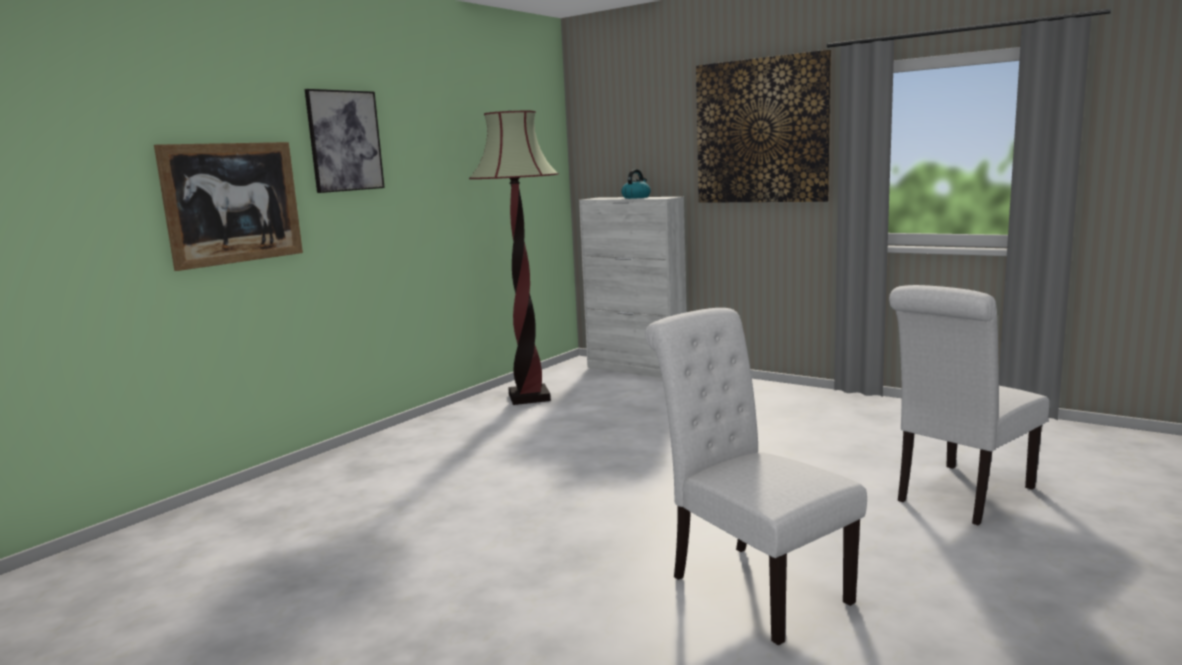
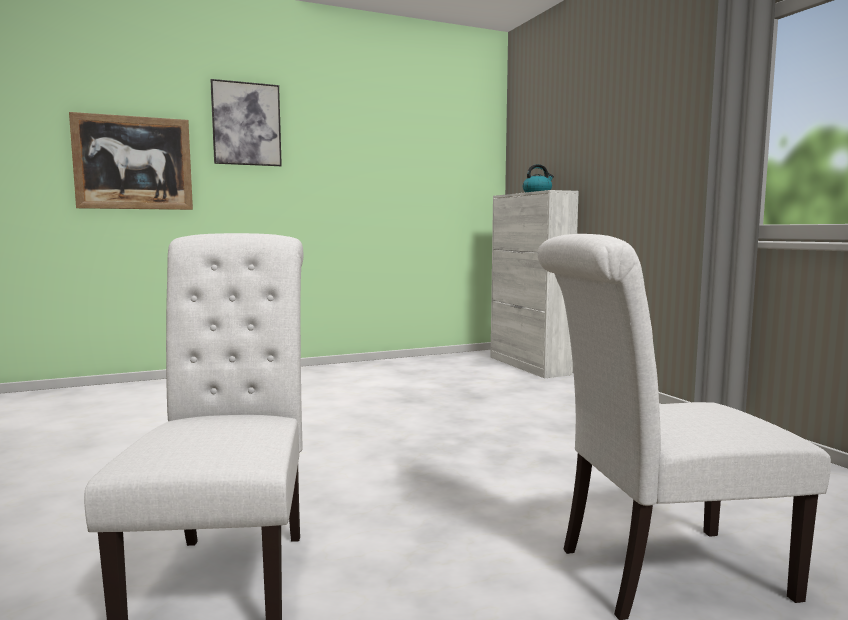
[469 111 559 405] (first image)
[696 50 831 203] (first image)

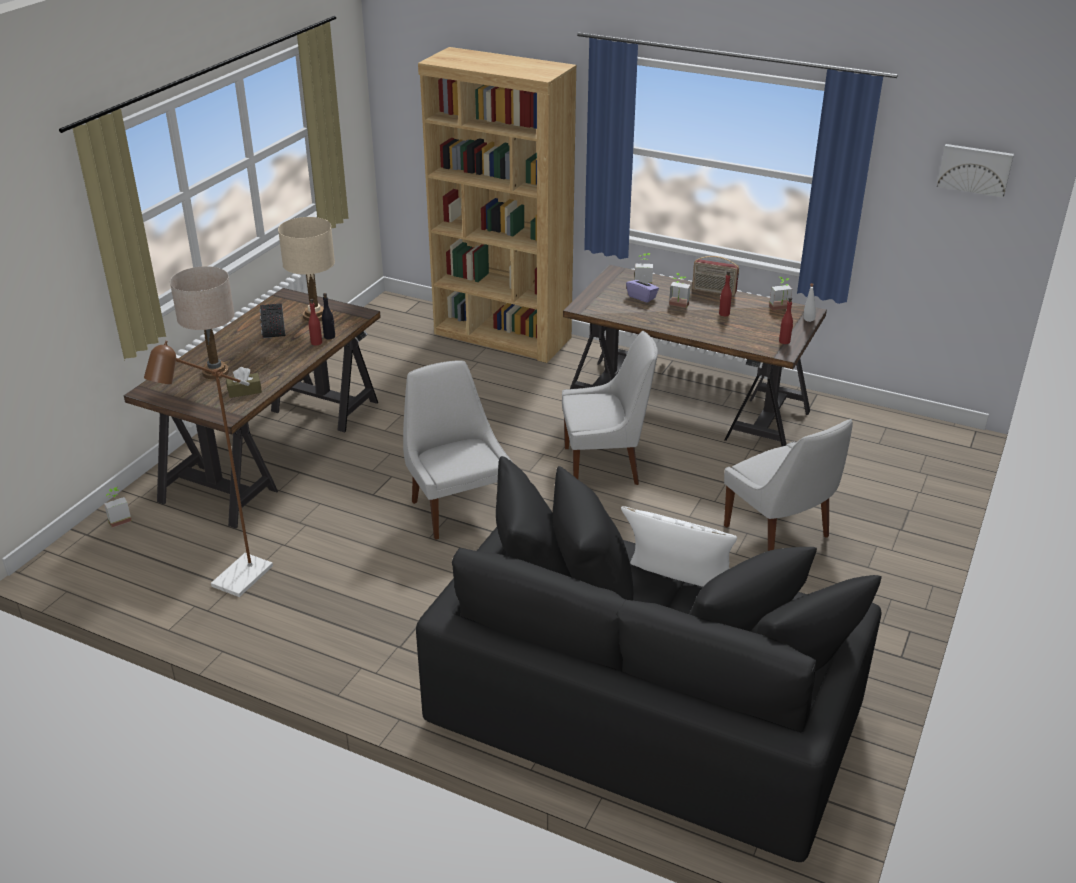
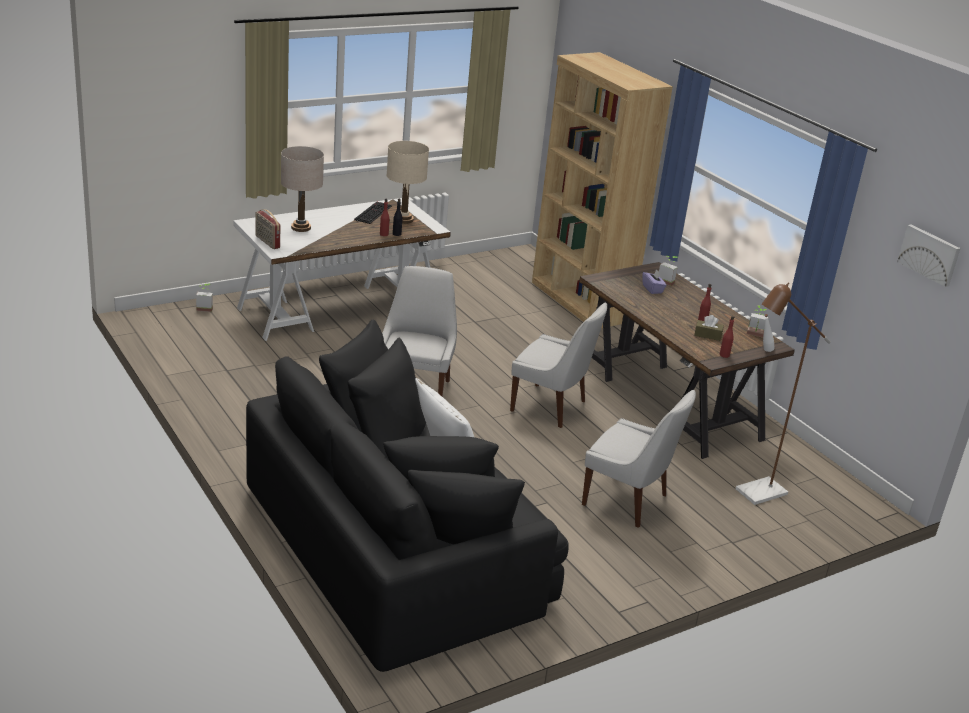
[233 198 451 341]
[736 283 831 505]
[694 315 724 341]
[669 273 691 308] (first image)
[255 209 280 249]
[582 390 696 528]

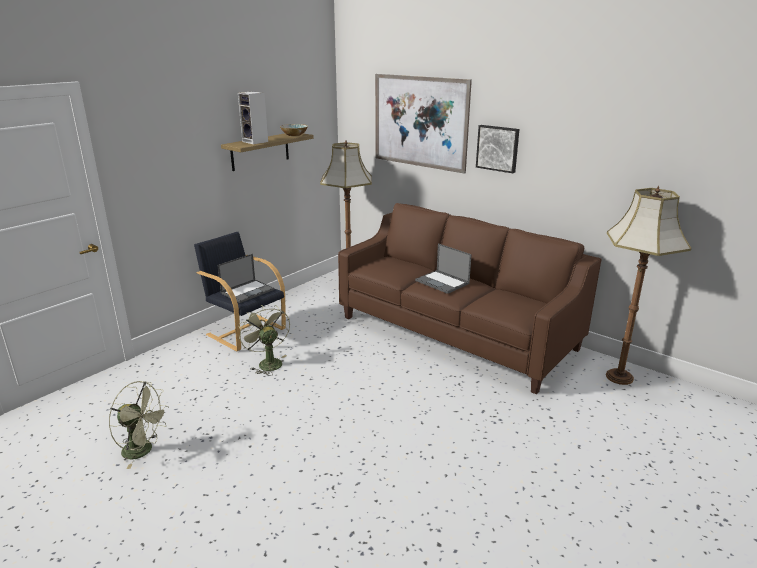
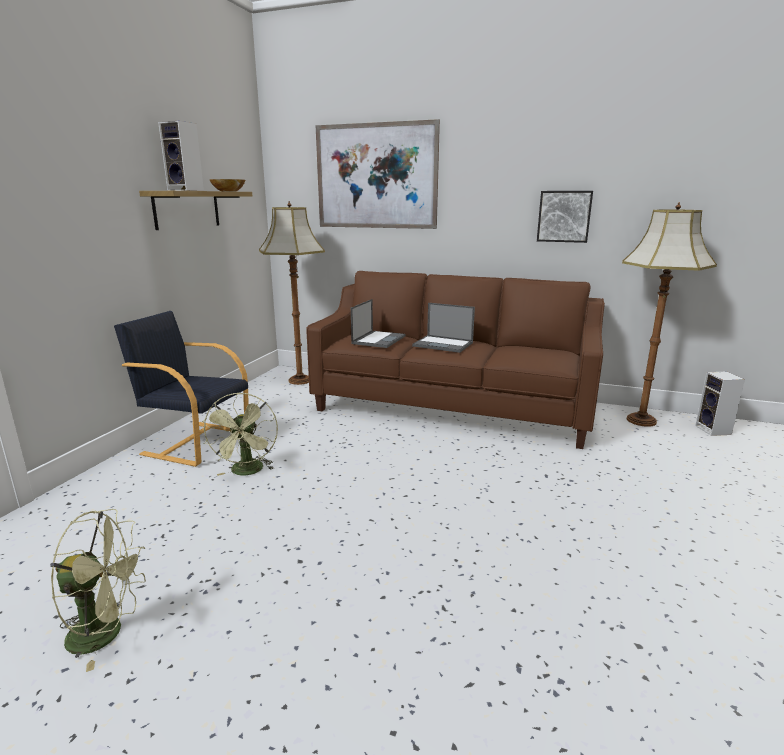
[351 299 405 348]
[202 393 278 476]
[537 191 593 243]
[695 371 745 436]

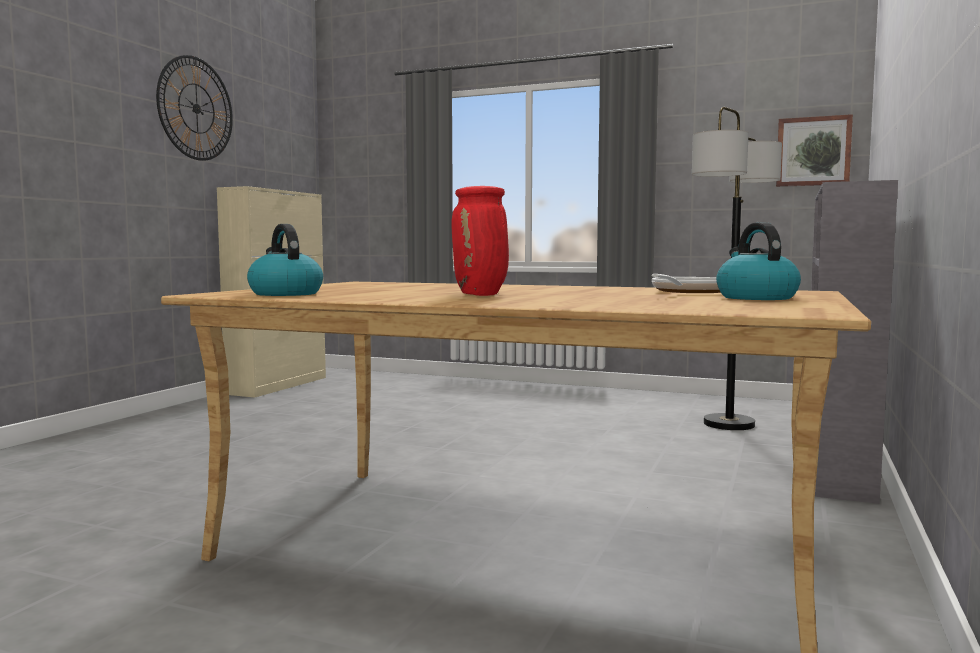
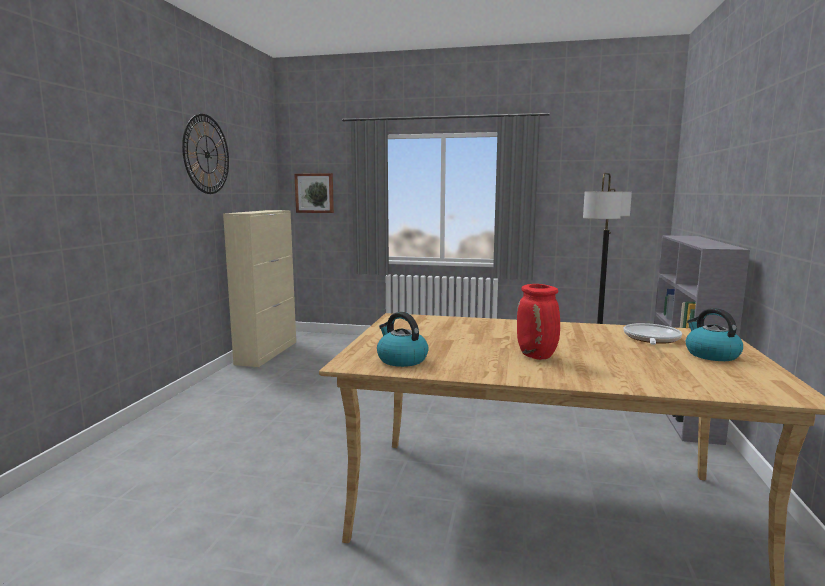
[294 173 334 213]

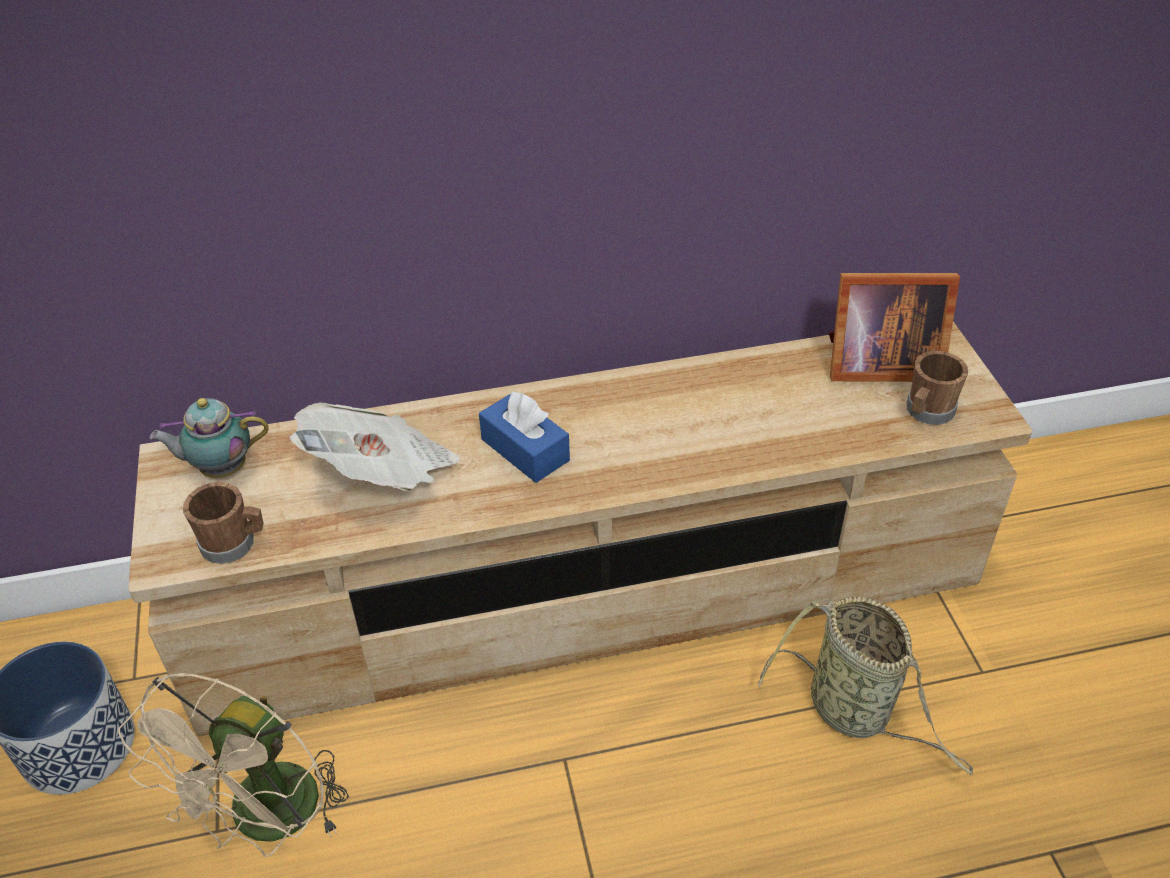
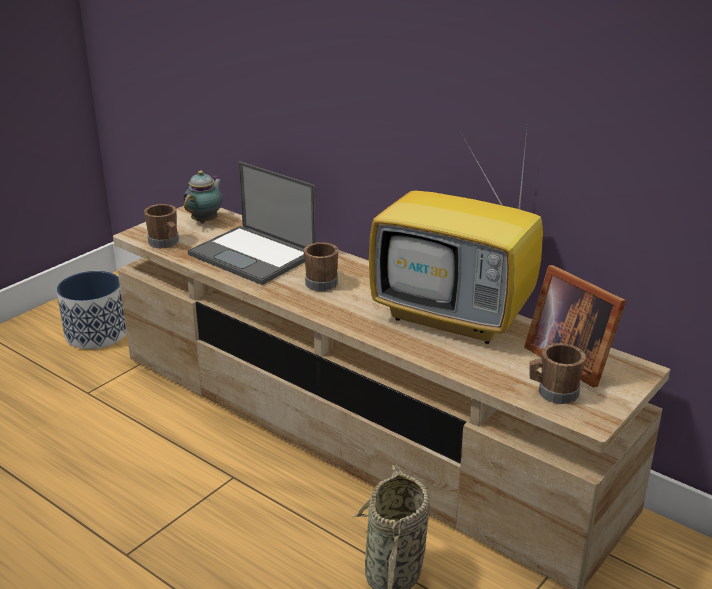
[118 673 349 857] (first image)
[183 170 223 223]
[188 161 317 285]
[304 242 338 291]
[369 130 543 344]

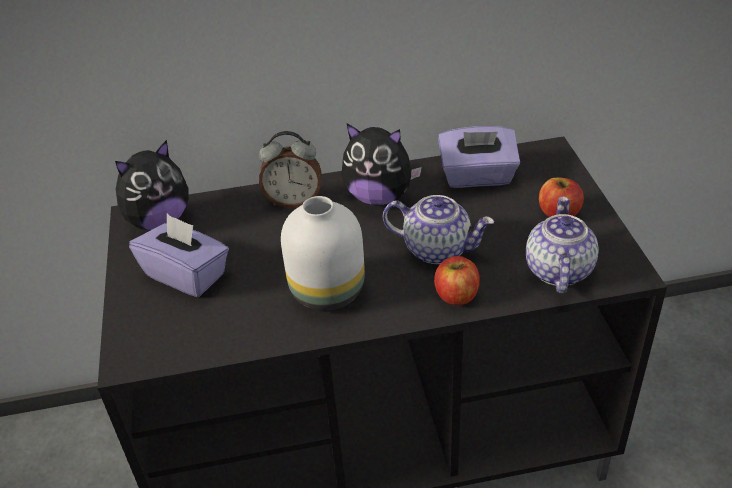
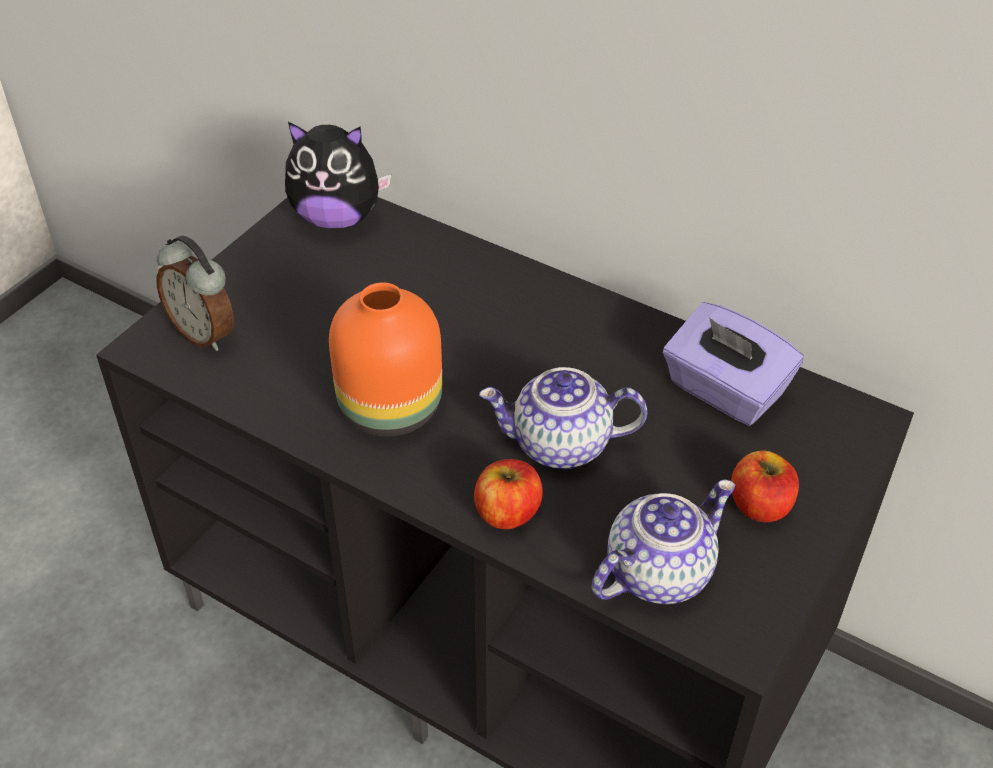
[129 214 229 297] (first image)
[157 235 234 351]
[329 282 442 437]
[341 124 422 205] (first image)
[479 367 647 469]

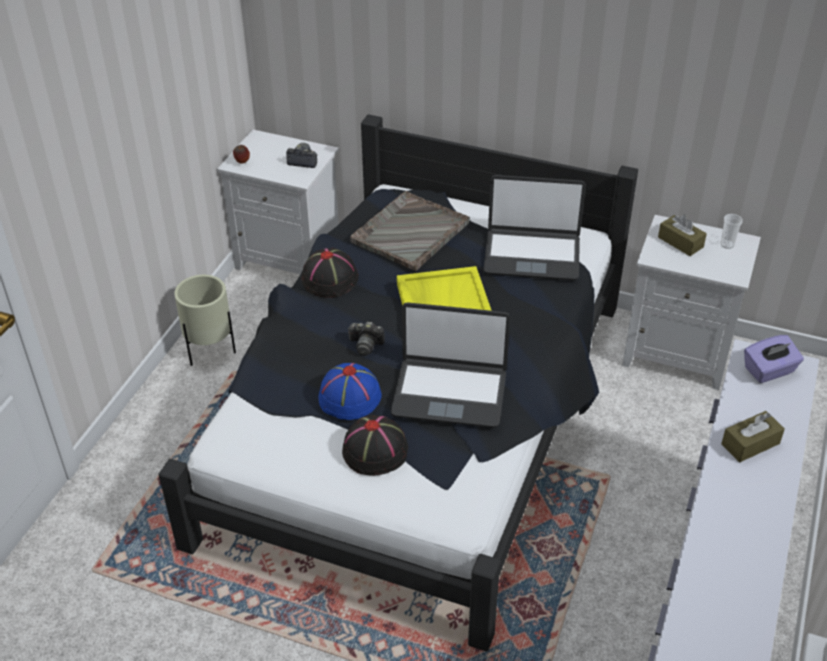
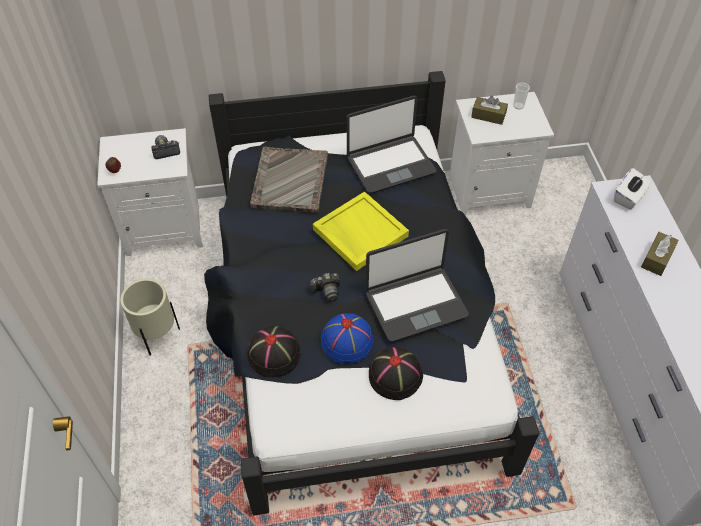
[247 326 300 378]
[614 168 652 210]

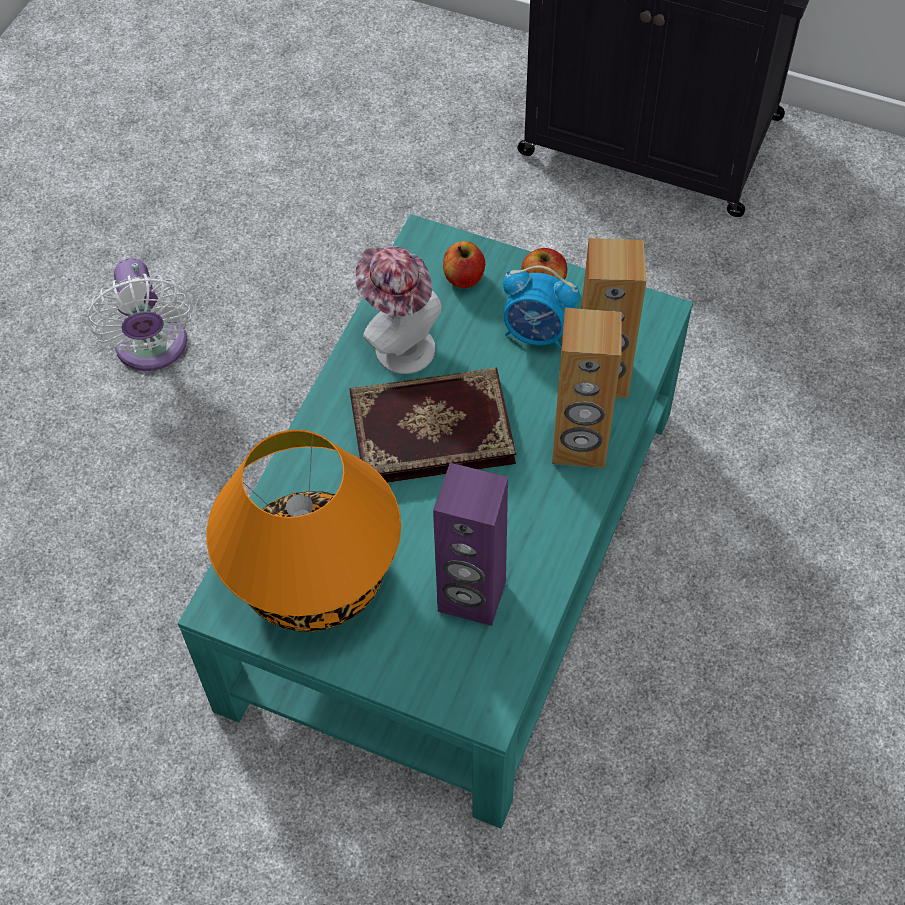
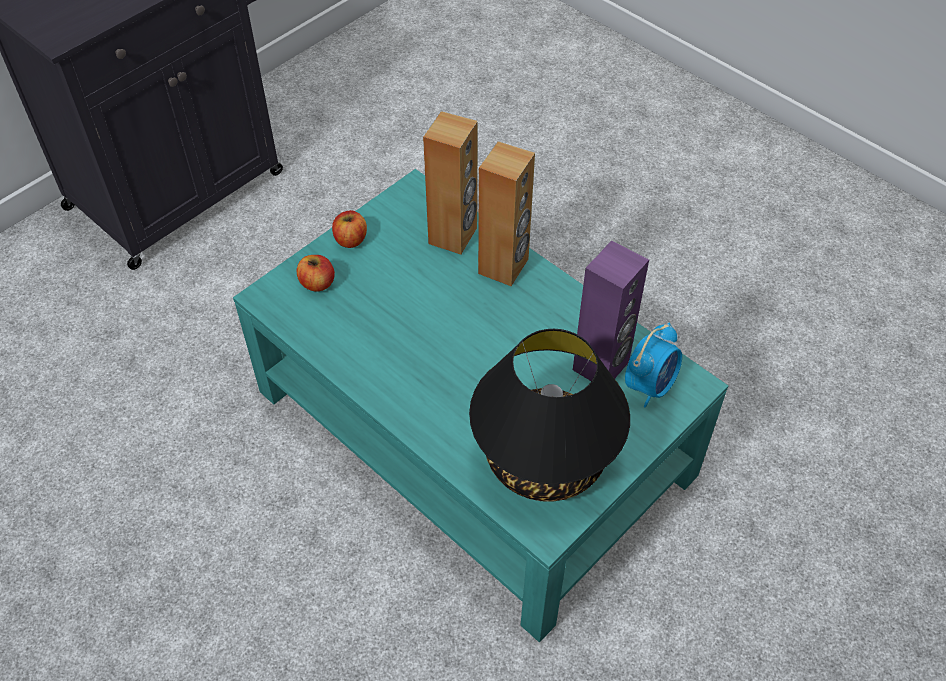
[87 258 193 371] (first image)
[469 329 630 502]
[349 368 516 483] (first image)
[356 246 442 374] (first image)
[625 323 682 408]

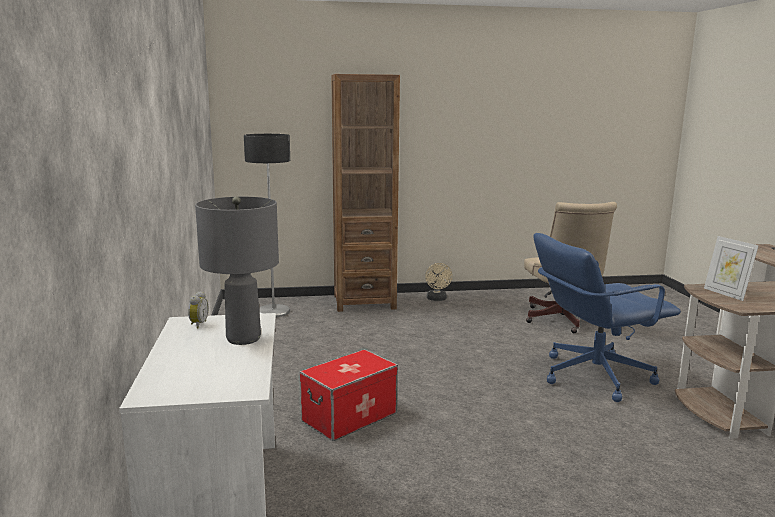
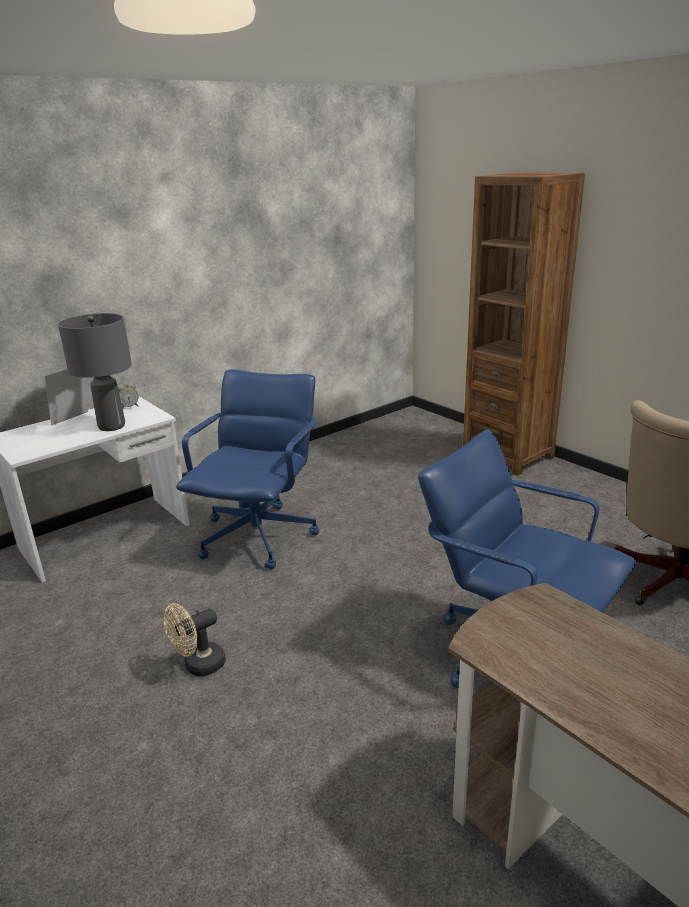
[244 134 290 318] (first image)
[176 370 320 569]
[164 603 226 676]
[45 369 88 426]

